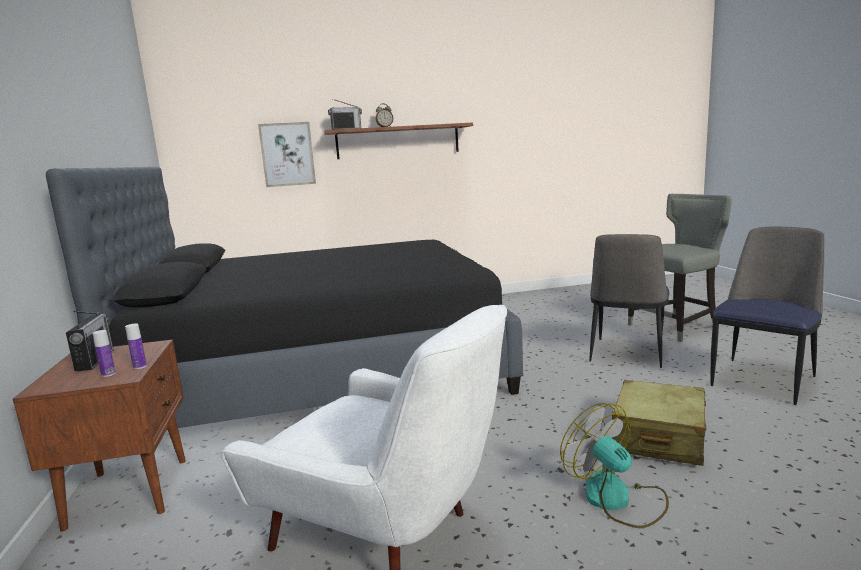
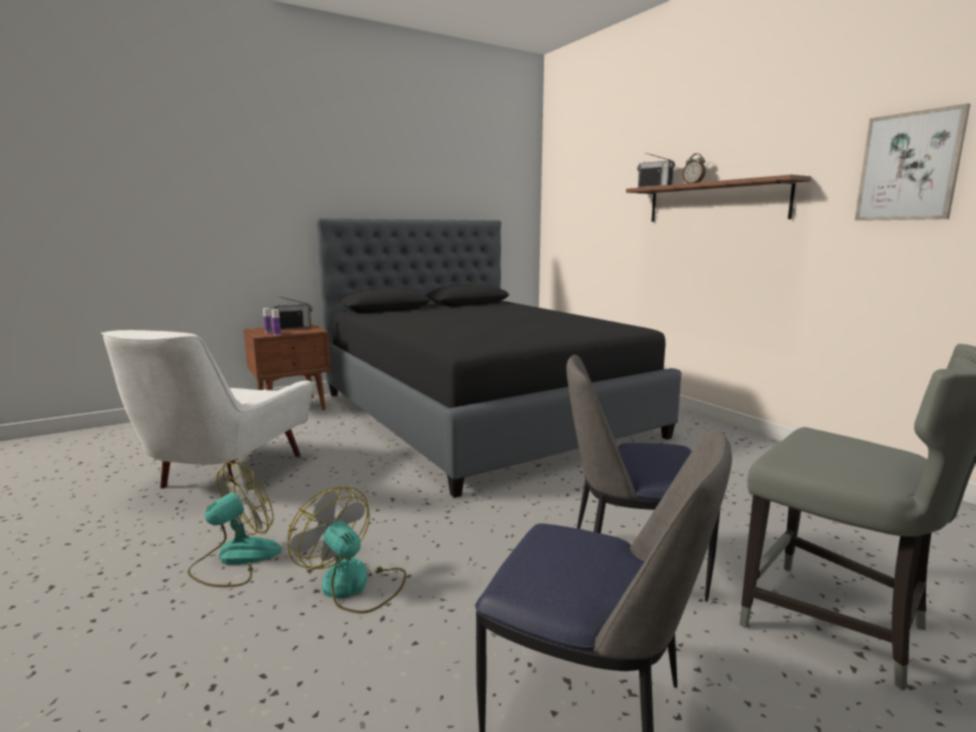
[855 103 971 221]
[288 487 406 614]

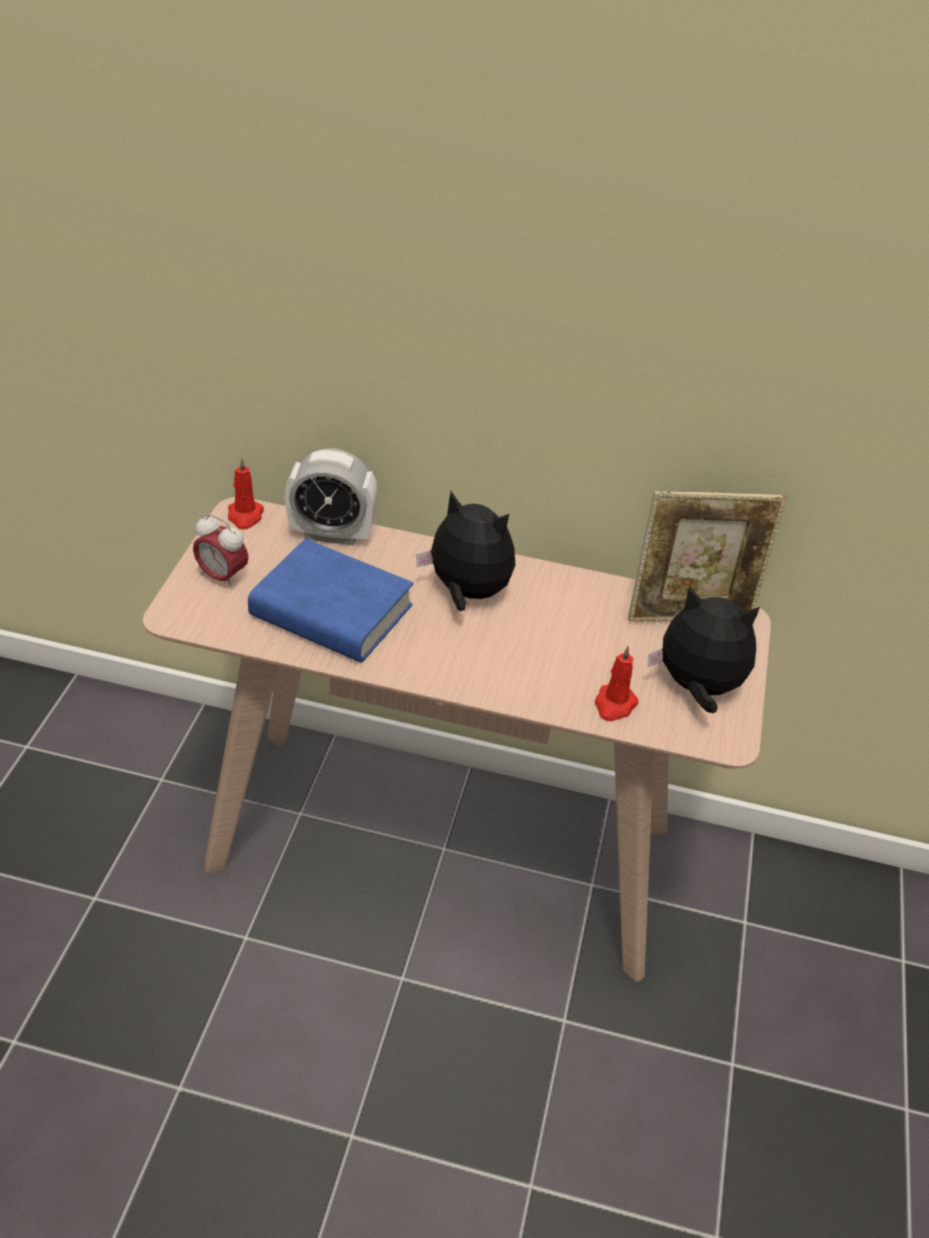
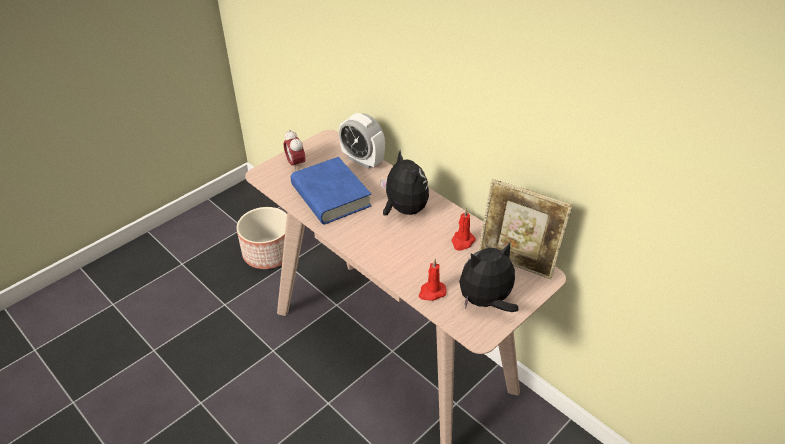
[452 208 476 251]
[459 243 519 312]
[237 207 287 269]

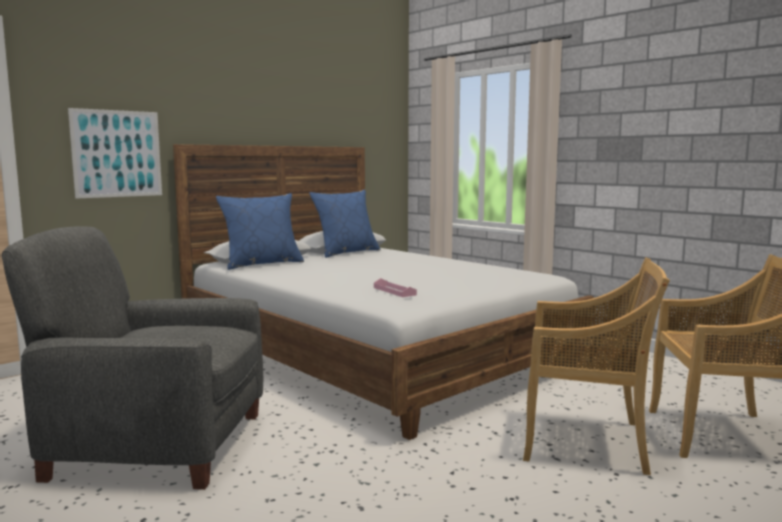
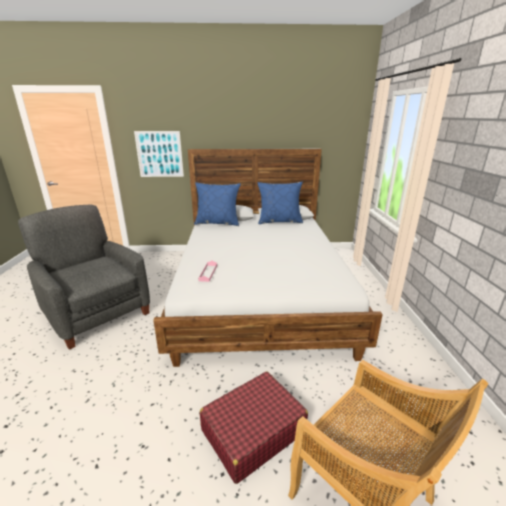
[200 371 308 484]

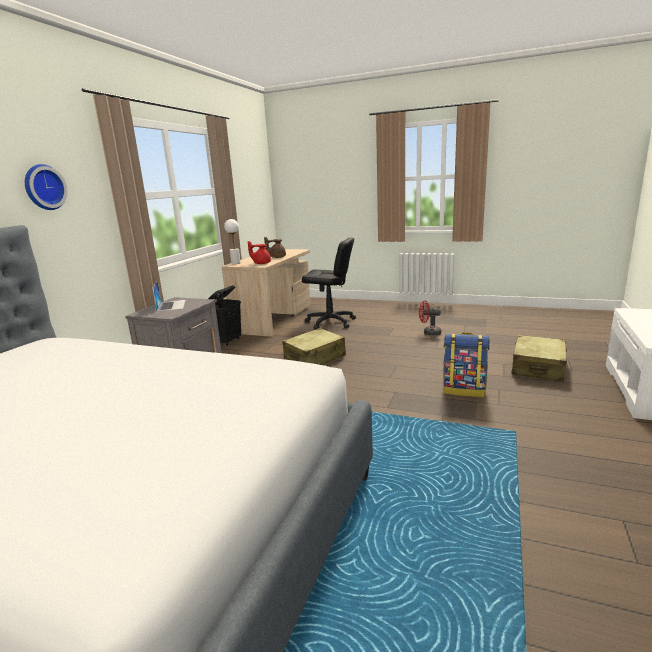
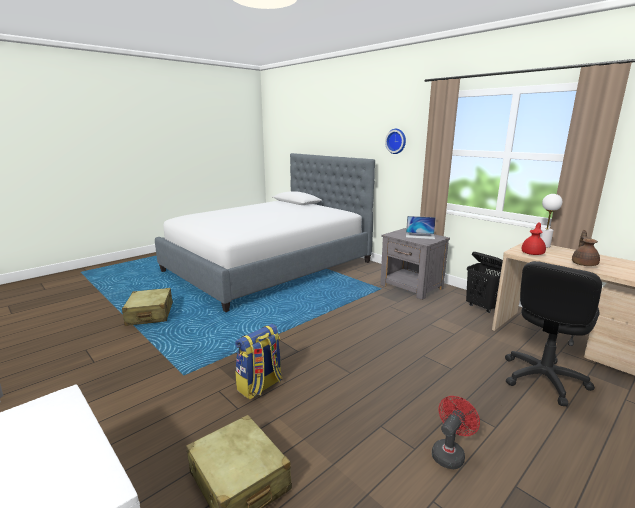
[122 288 173 326]

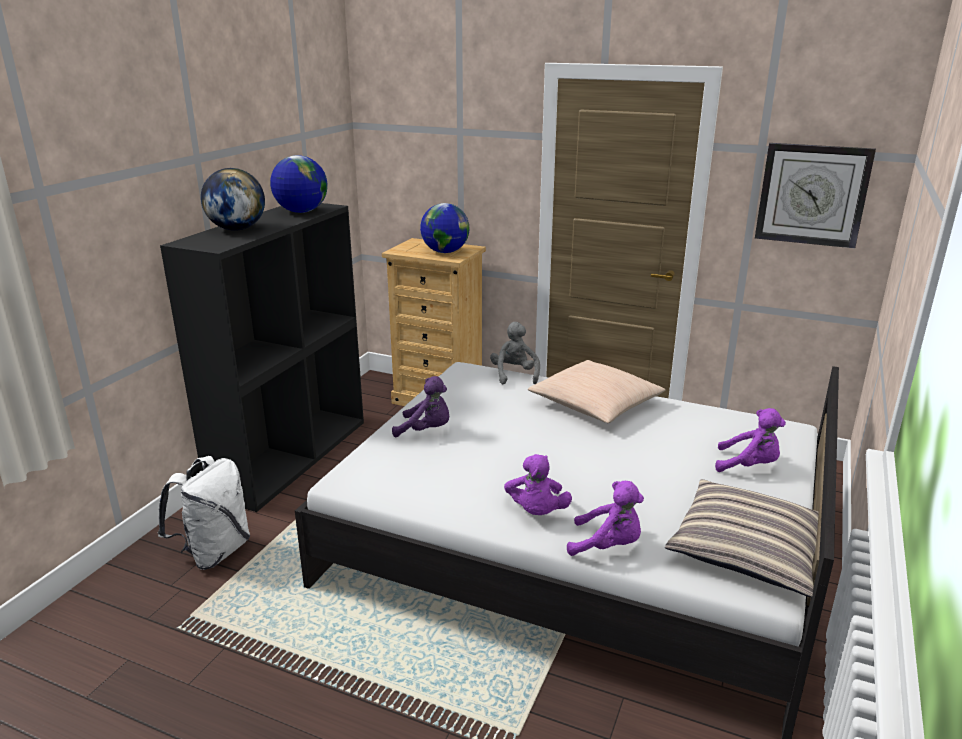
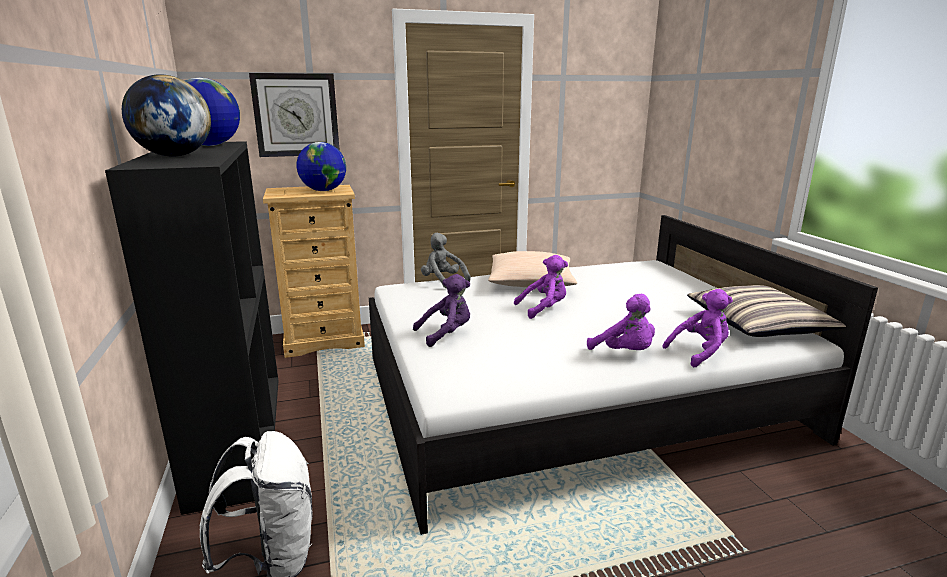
[514 255 568 319]
[249 73 340 157]

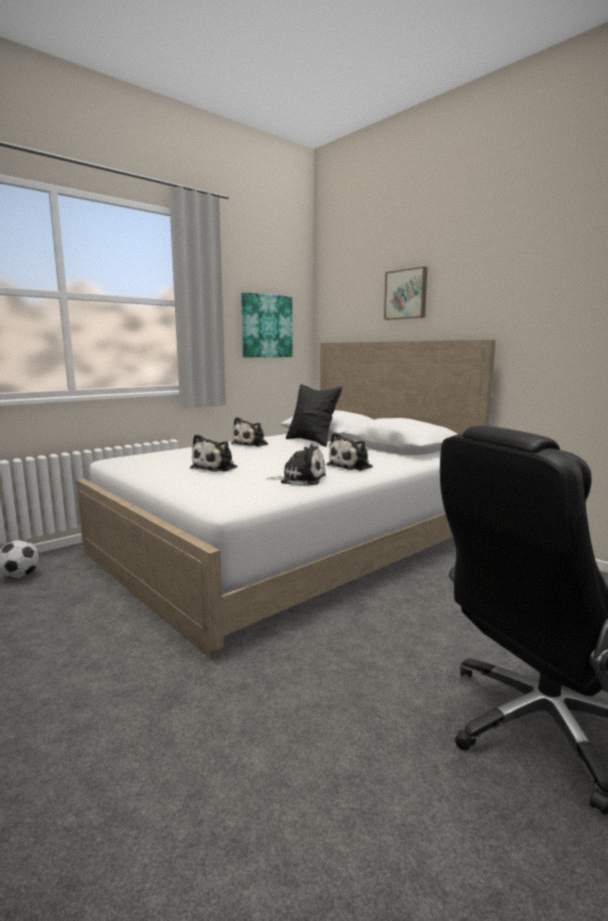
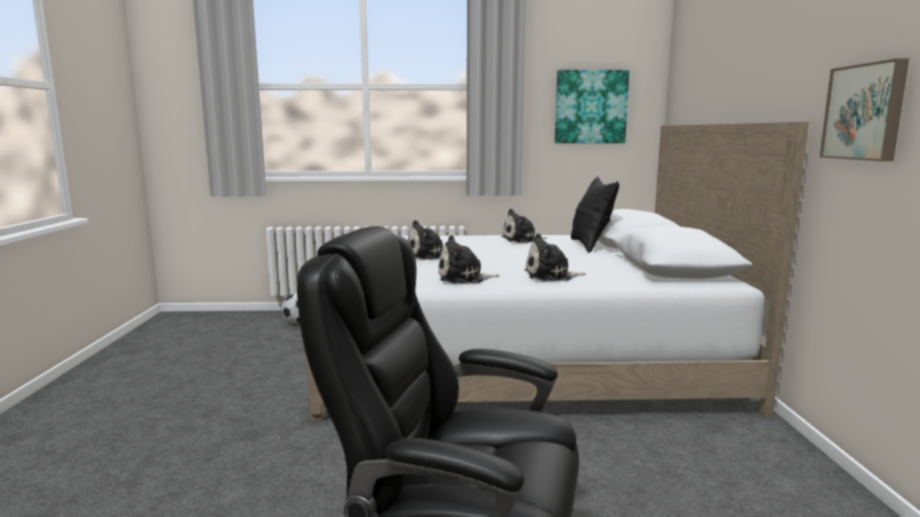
[438 235 500 284]
[820 58 909 161]

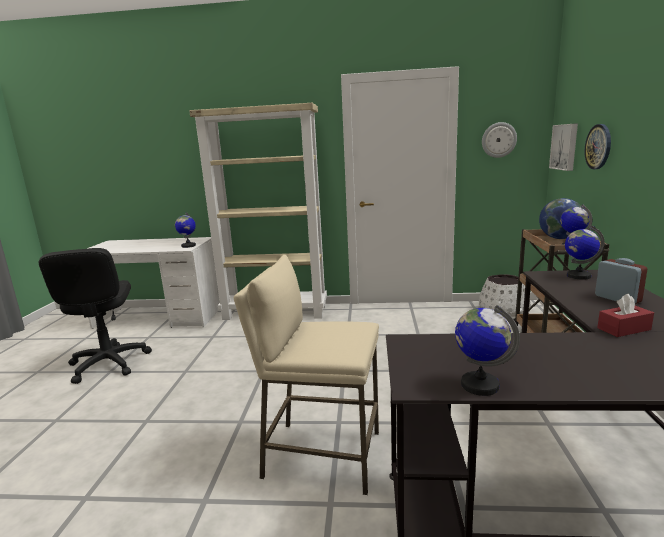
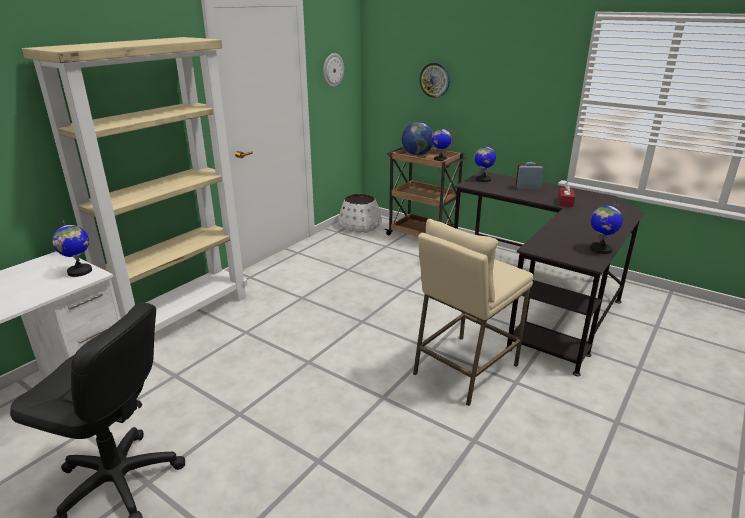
[549 123 578 171] (first image)

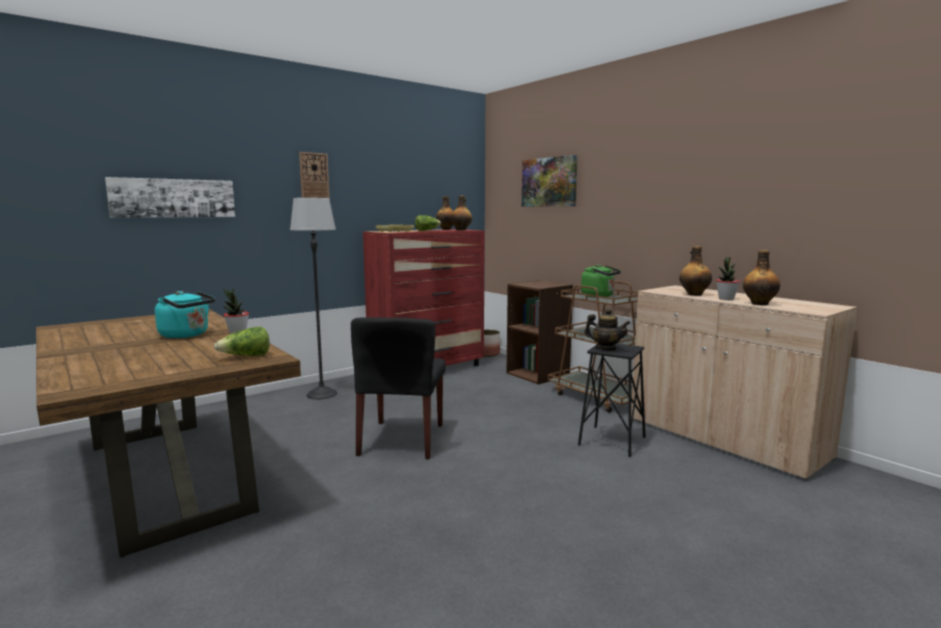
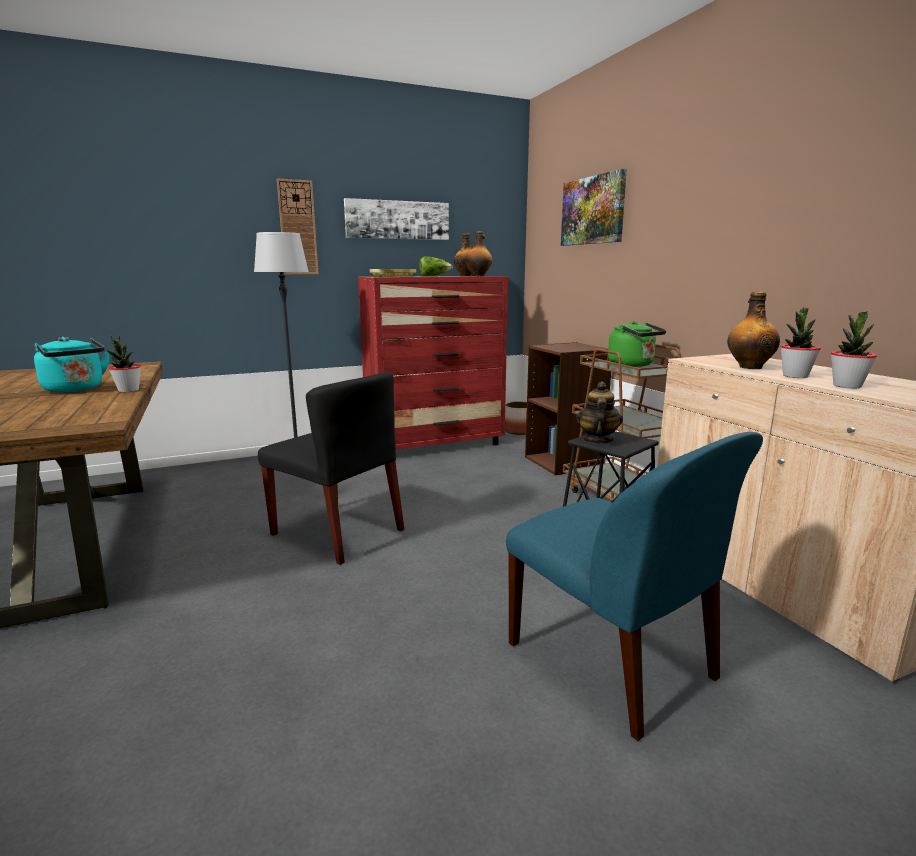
[344 198 449 240]
[214 327 270 356] (first image)
[258 372 404 565]
[576 381 623 443]
[831 311 877 388]
[506 432 763 741]

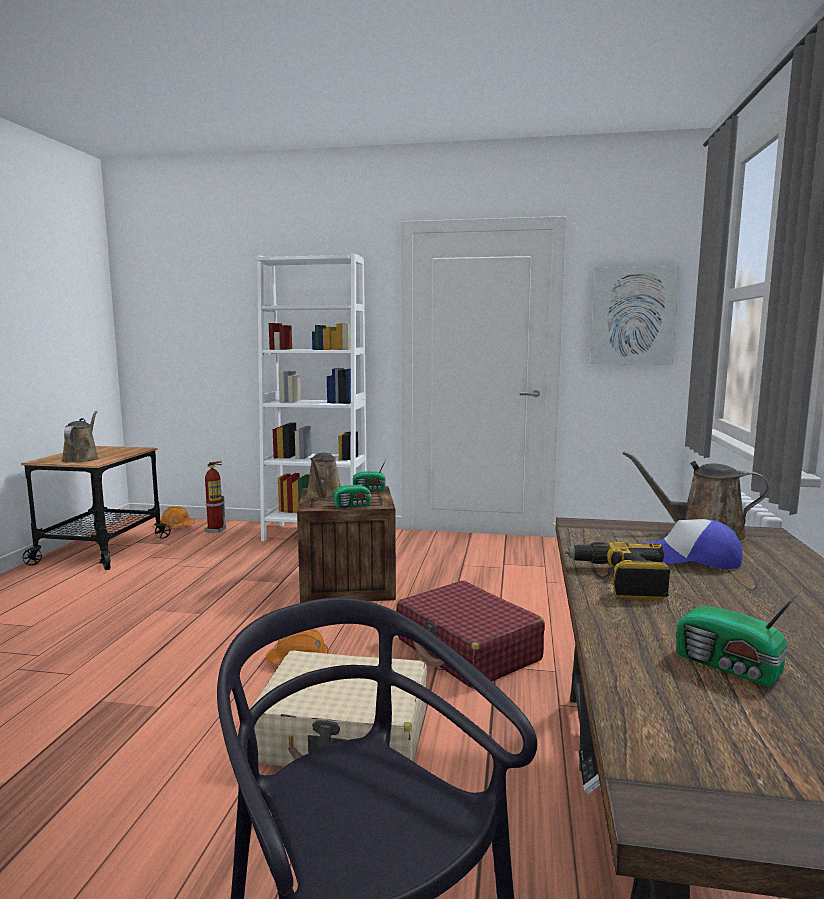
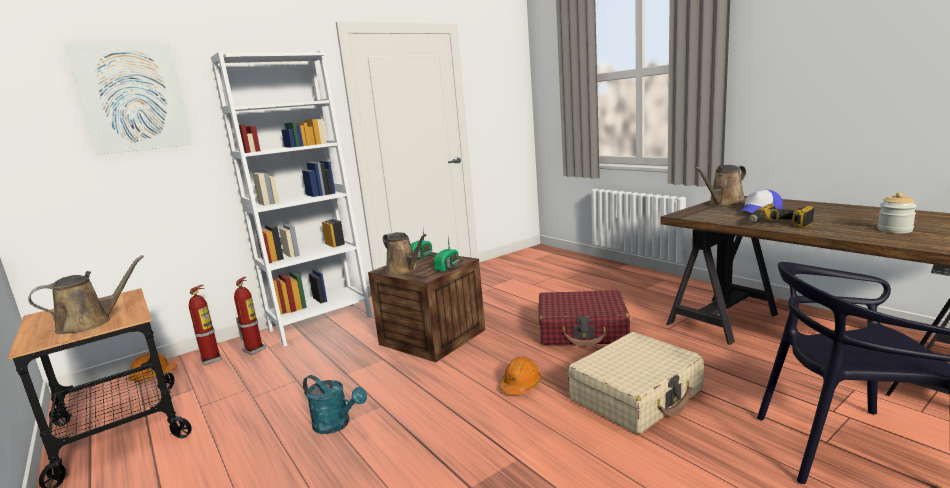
[28 255 144 334]
[65 44 192 155]
[877 192 917 233]
[234 277 266 355]
[303 375 367 434]

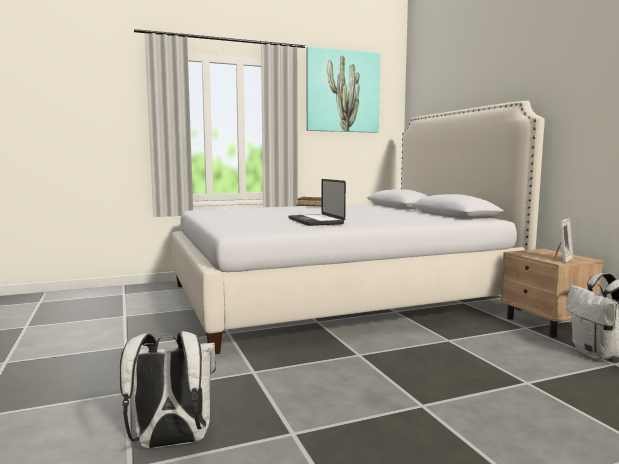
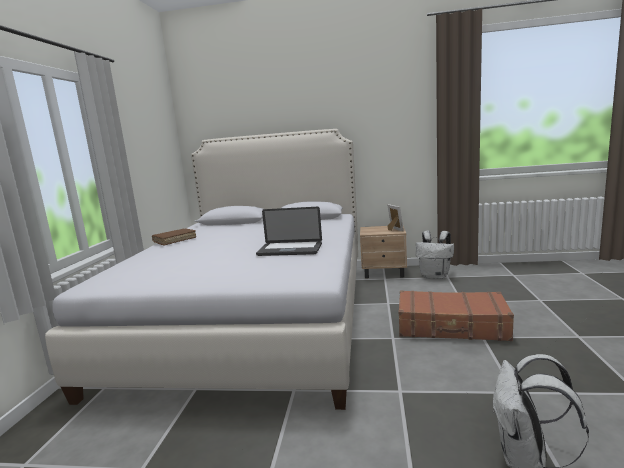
[306 46 380 133] (first image)
[399 290 514 341]

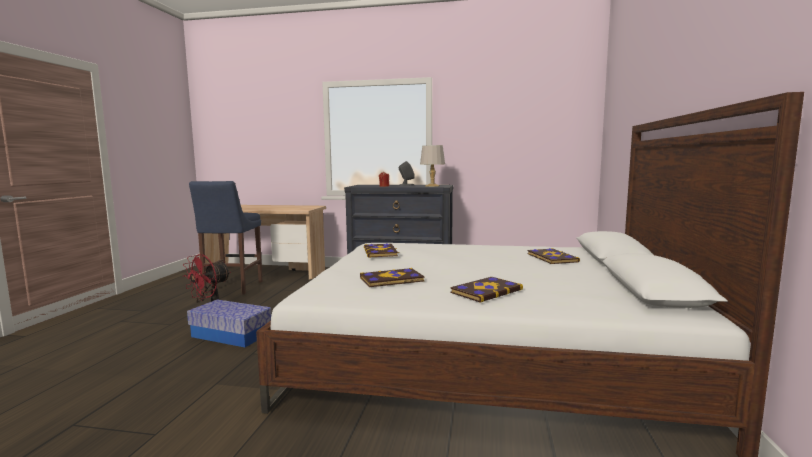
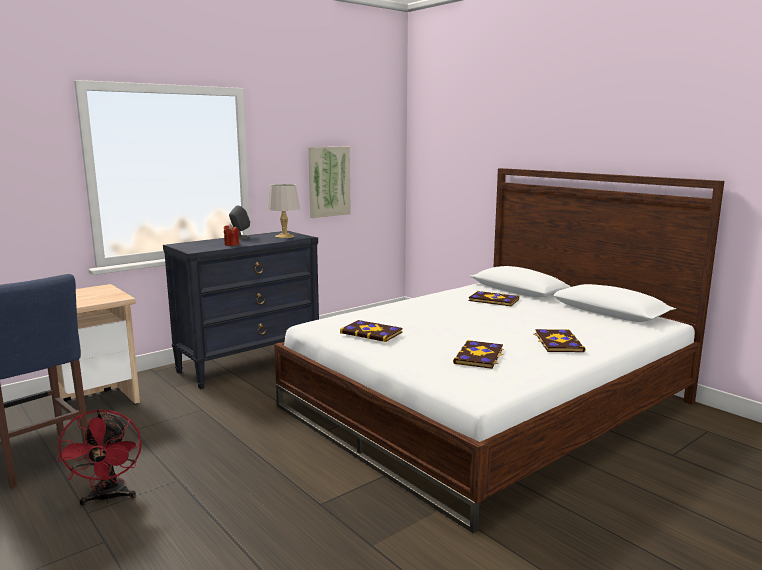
[187 300 272 347] (first image)
[308 147 351 218]

